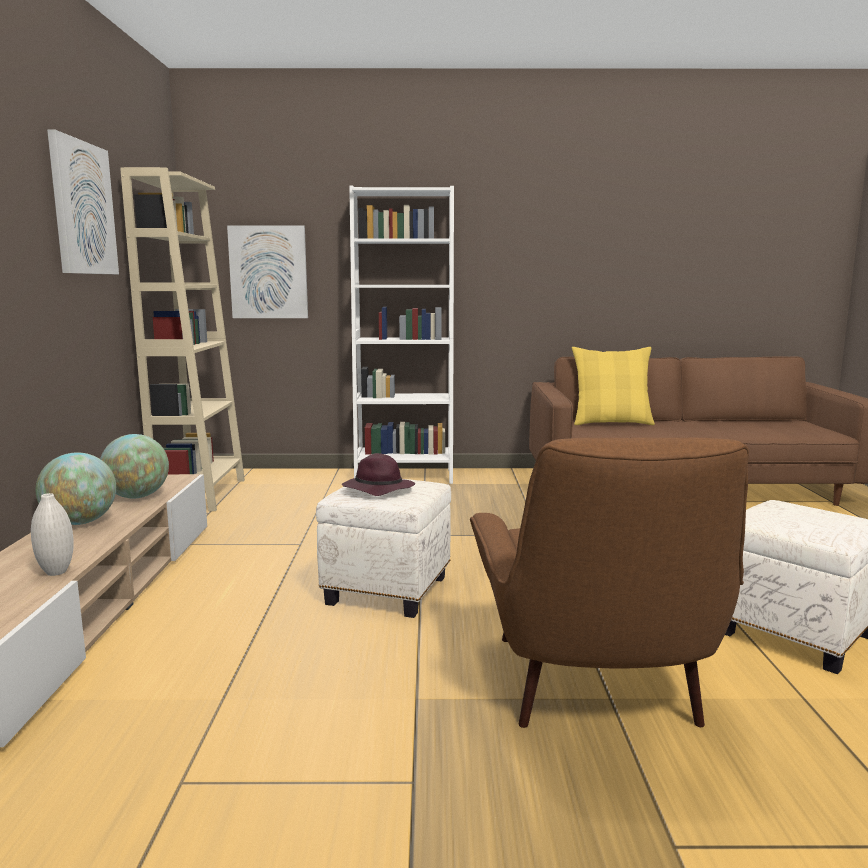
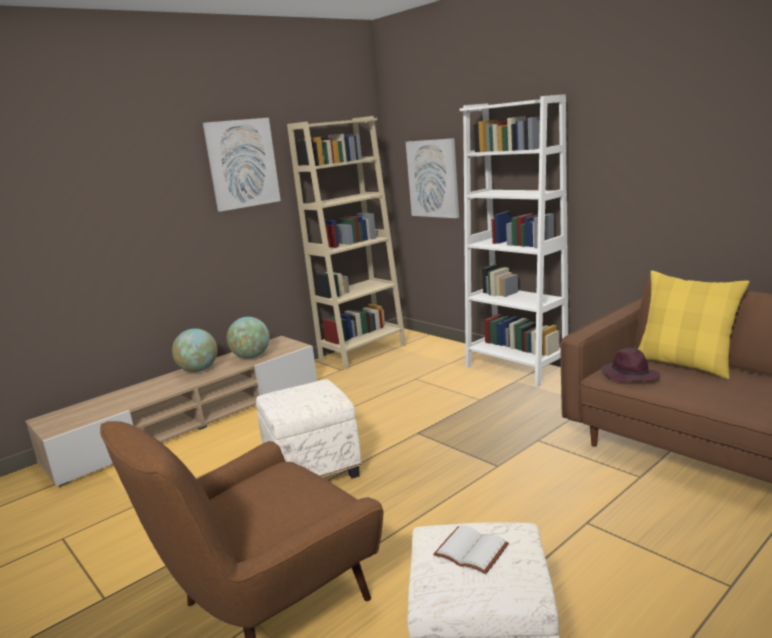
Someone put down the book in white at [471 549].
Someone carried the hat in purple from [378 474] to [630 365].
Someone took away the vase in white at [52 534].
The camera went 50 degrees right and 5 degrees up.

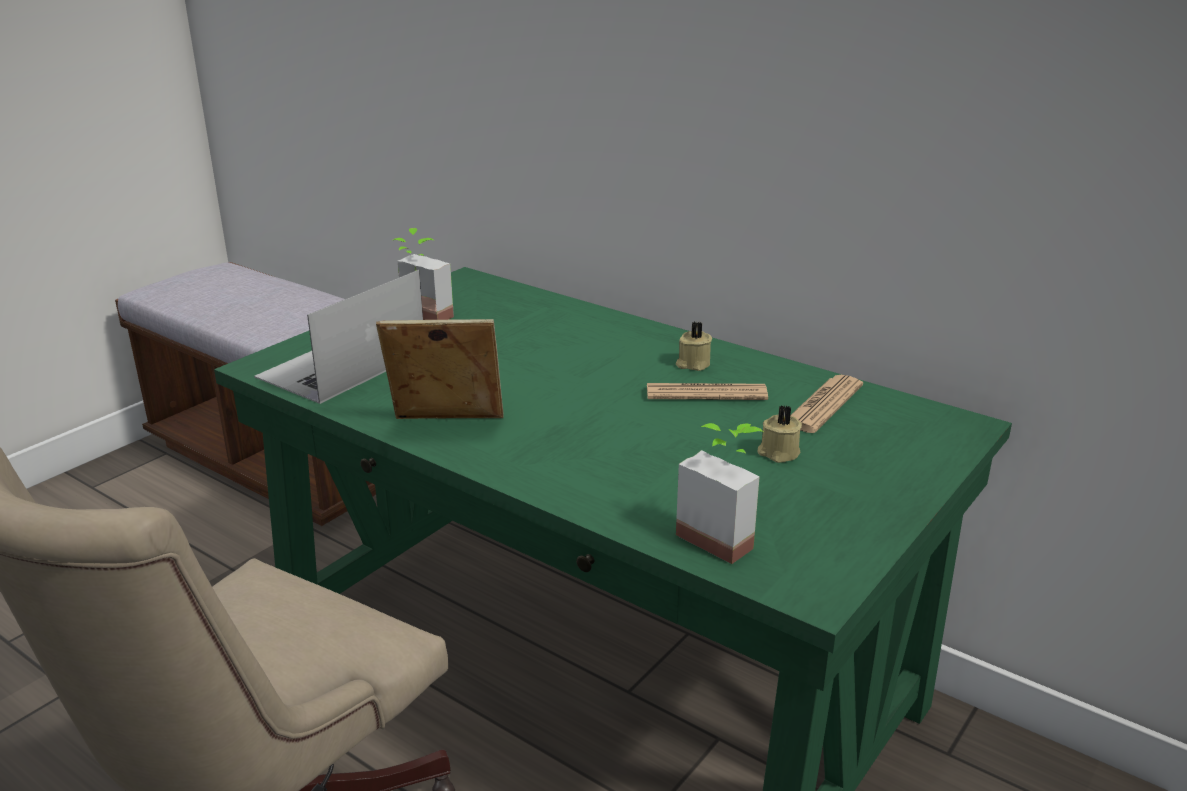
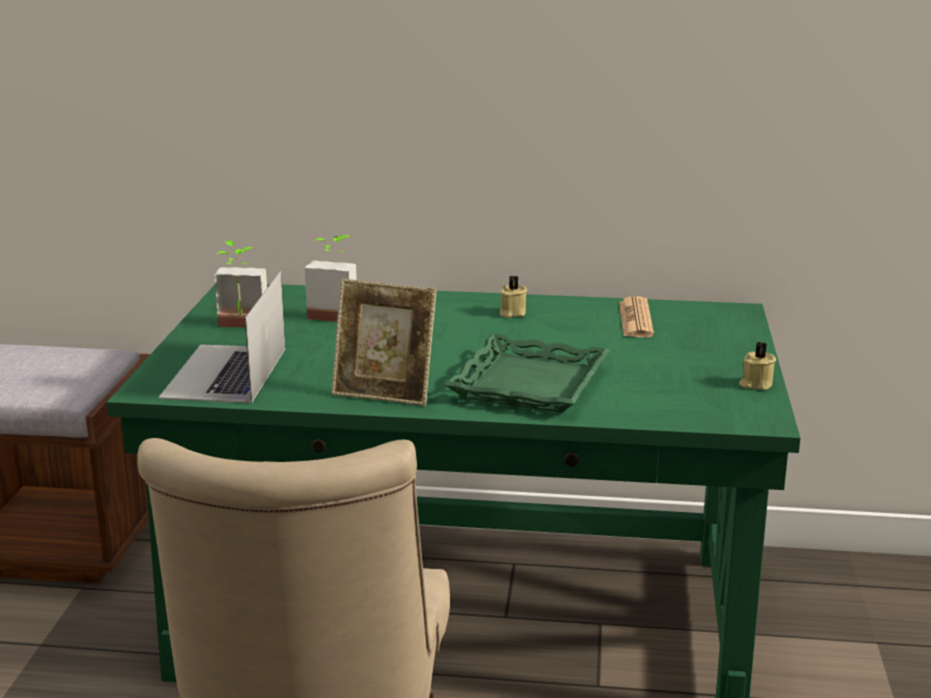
Someone carried the potted plant from [720 493] to [331 278].
Someone rotated the picture frame at [440 369] by 135 degrees counterclockwise.
Someone put down the tray in green at [527 373].
Someone carried the candle in beige from [780 434] to [757 366].
Someone took away the newspaper at [707 391].
The camera went 30 degrees left and 5 degrees down.

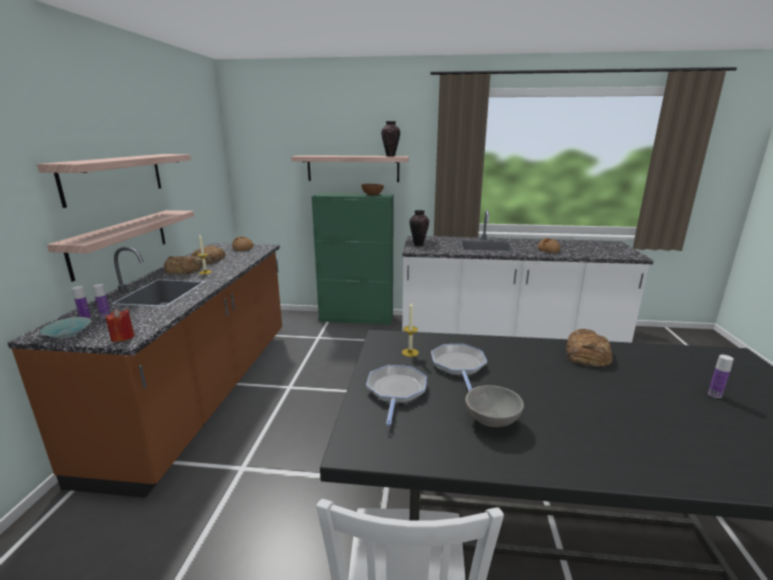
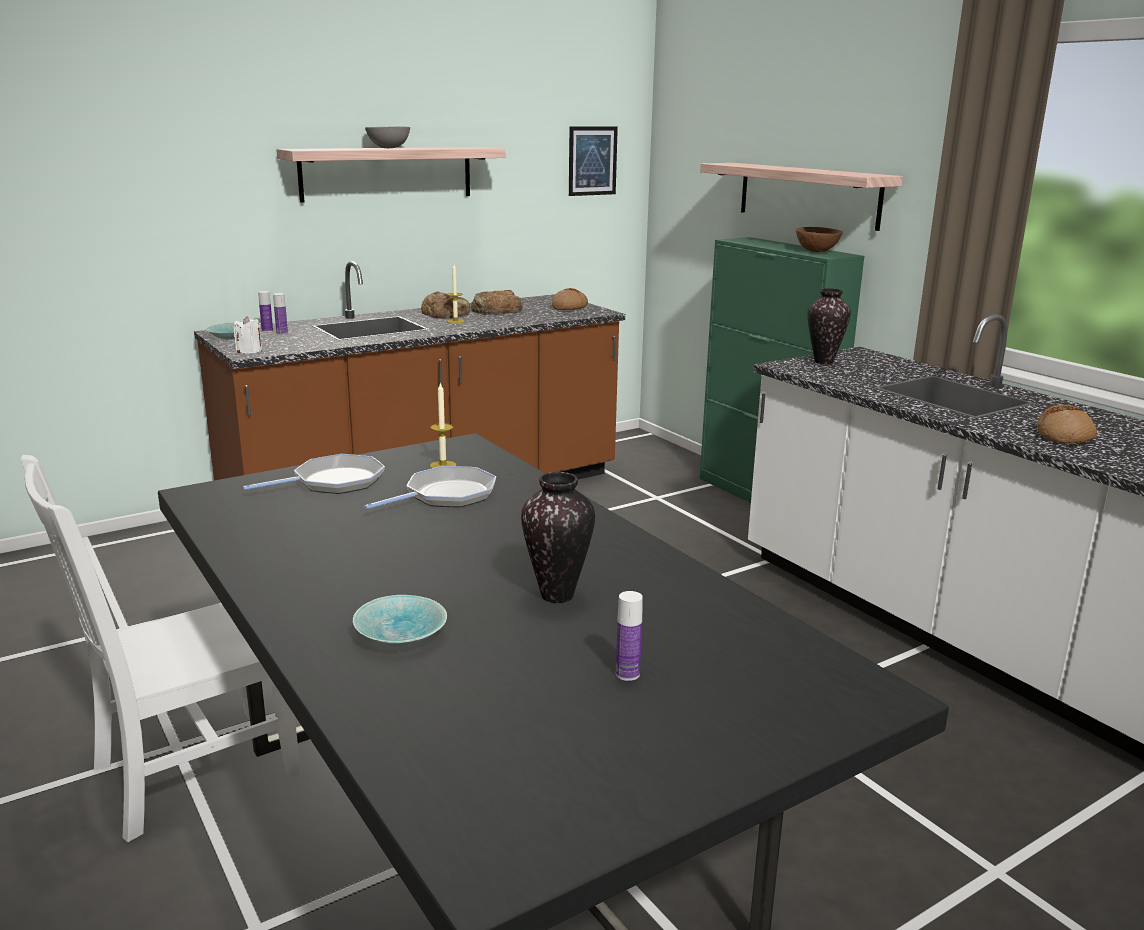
Someone repainted the candle in red at [120 325], which became the candle in white at [247 335].
Someone put down the bowl in turquoise at [400 620].
Someone carried the bowl in grey from [494 406] to [387 137].
Someone carried the vase from [390 139] to [558 537].
Someone put up the picture at [593 161].
Someone took away the shelf at [120 246].
Someone took away the bread at [589 348].
The camera went 50 degrees right and 0 degrees up.

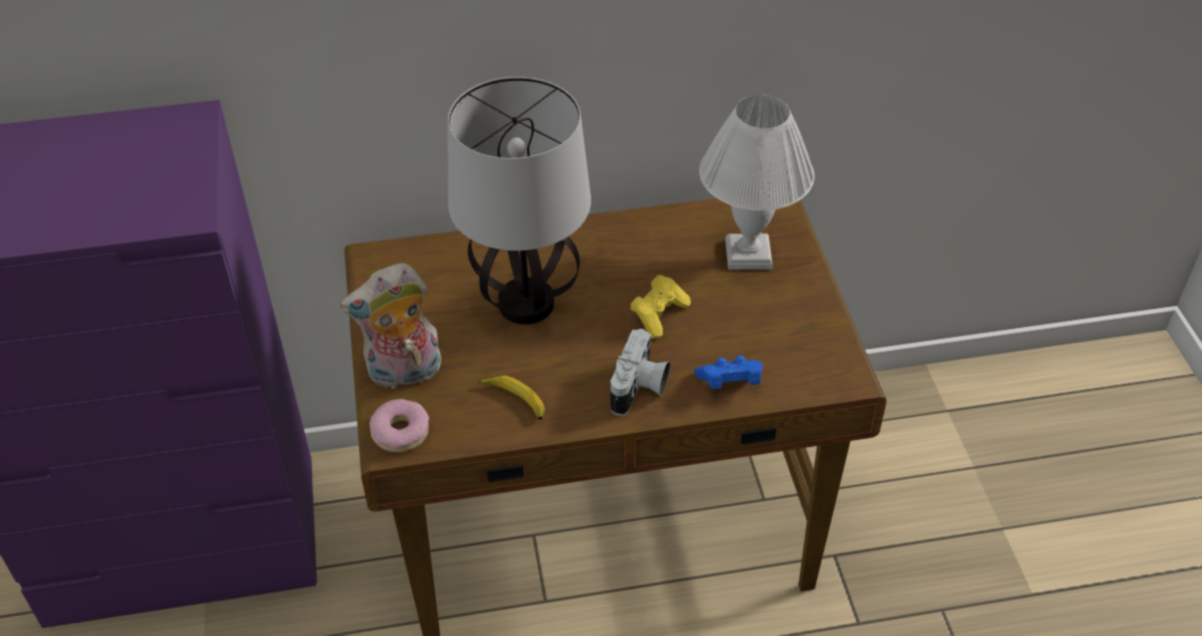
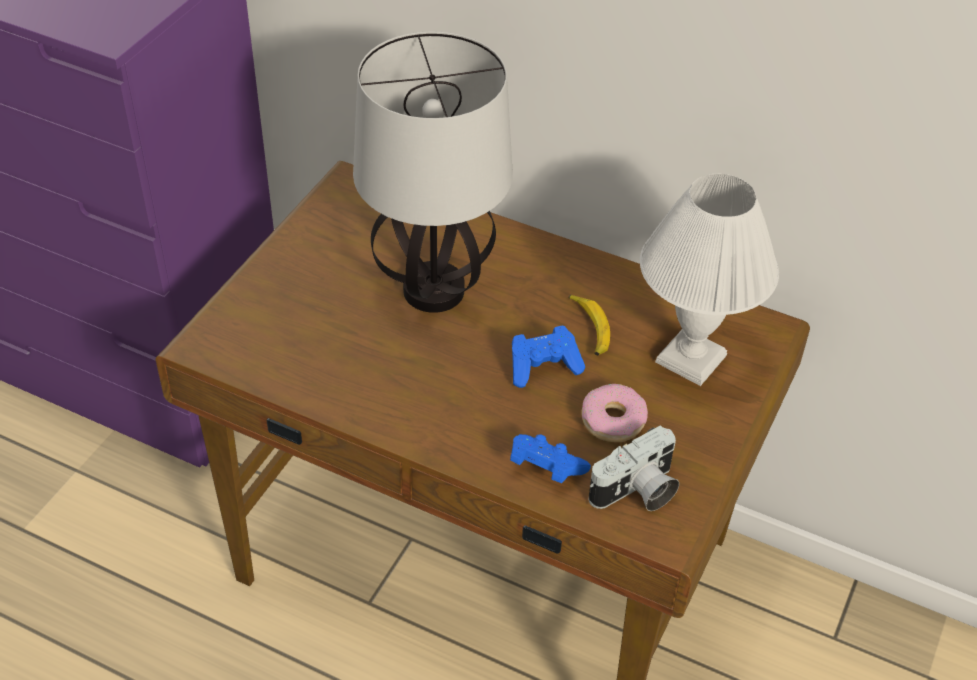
Someone repainted the game controller in yellow at [660 307], which became the game controller in blue at [548 357].
Someone carried the banana from [512 397] to [589 325].
Someone carried the donut from [399 426] to [614 413].
Someone carried the photo camera from [640 372] to [633 468].
Someone took away the plush toy at [390 326].
The camera went 35 degrees right and 0 degrees up.

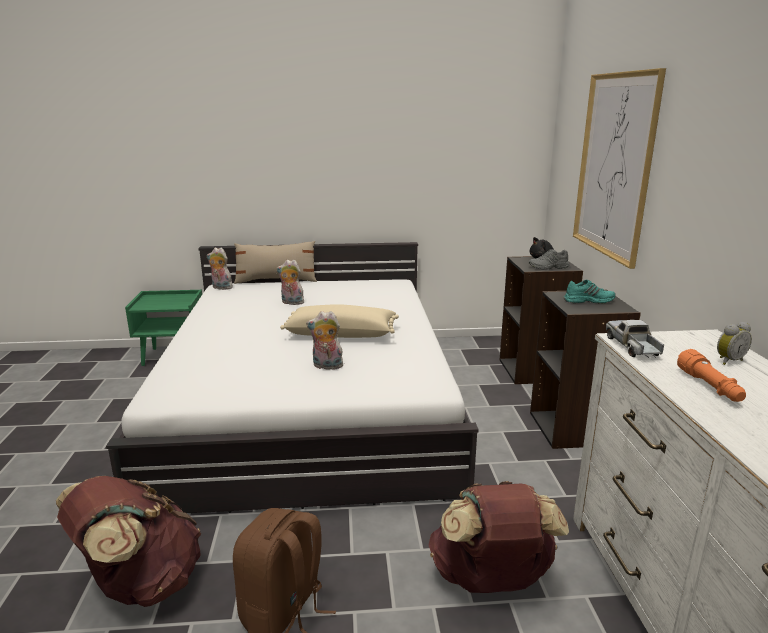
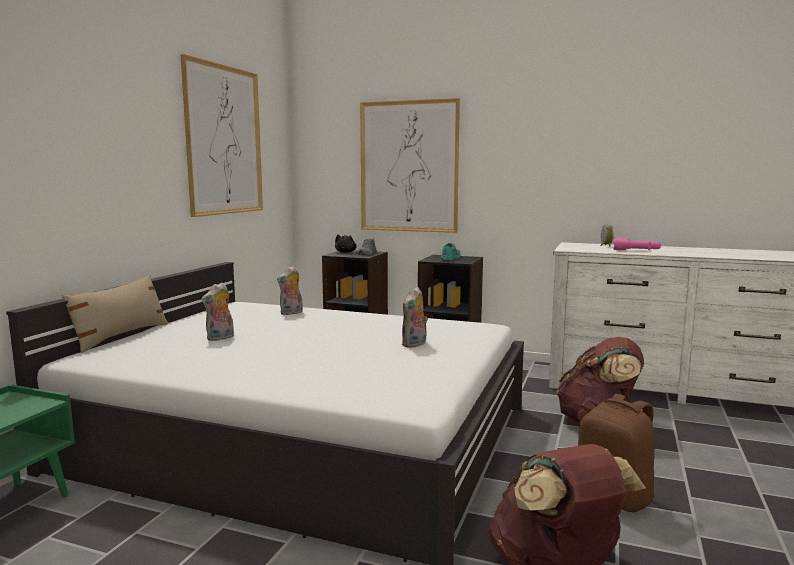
Someone put up the picture at [221 135].
Someone carried the plush toy from [220 268] to [290 290].
Someone repainted the flashlight in orange at [711 375], which became the flashlight in pink at [637 244].
Someone took away the pillow in beige at [339 321].
Someone took away the toy truck at [635 339].
The camera went 65 degrees left and 10 degrees down.

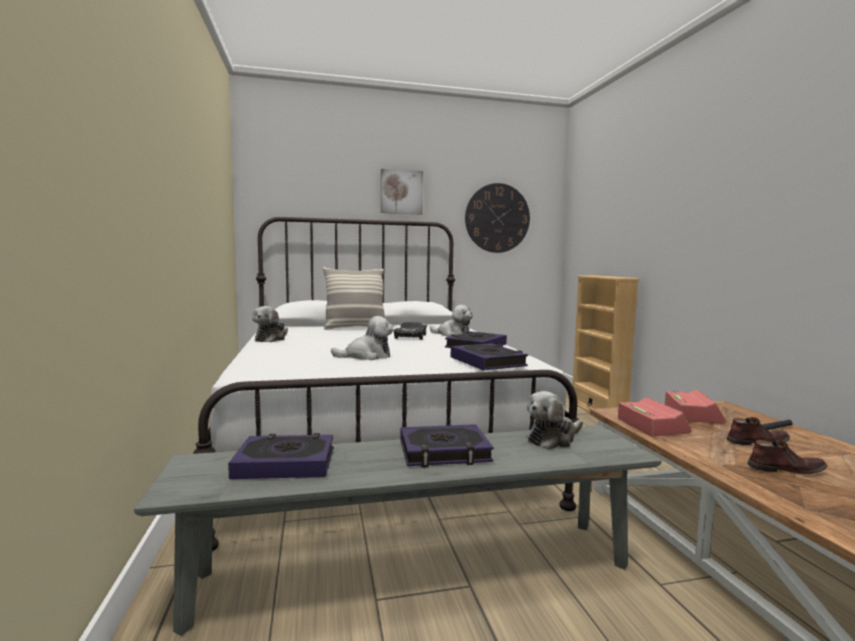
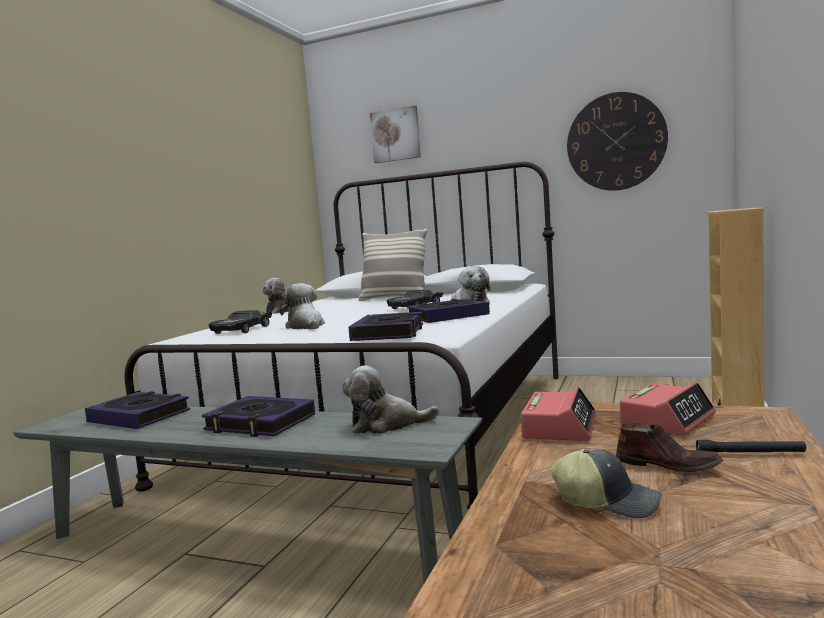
Someone put down the toy car in black at [240 322].
Someone rotated the plush toy at [362 338] by 135 degrees counterclockwise.
Someone carried the picture from [402 192] to [395 134].
Someone swapped the shoe in brown at [787 457] for the cap at [606 483].
The camera went 35 degrees right and 0 degrees up.

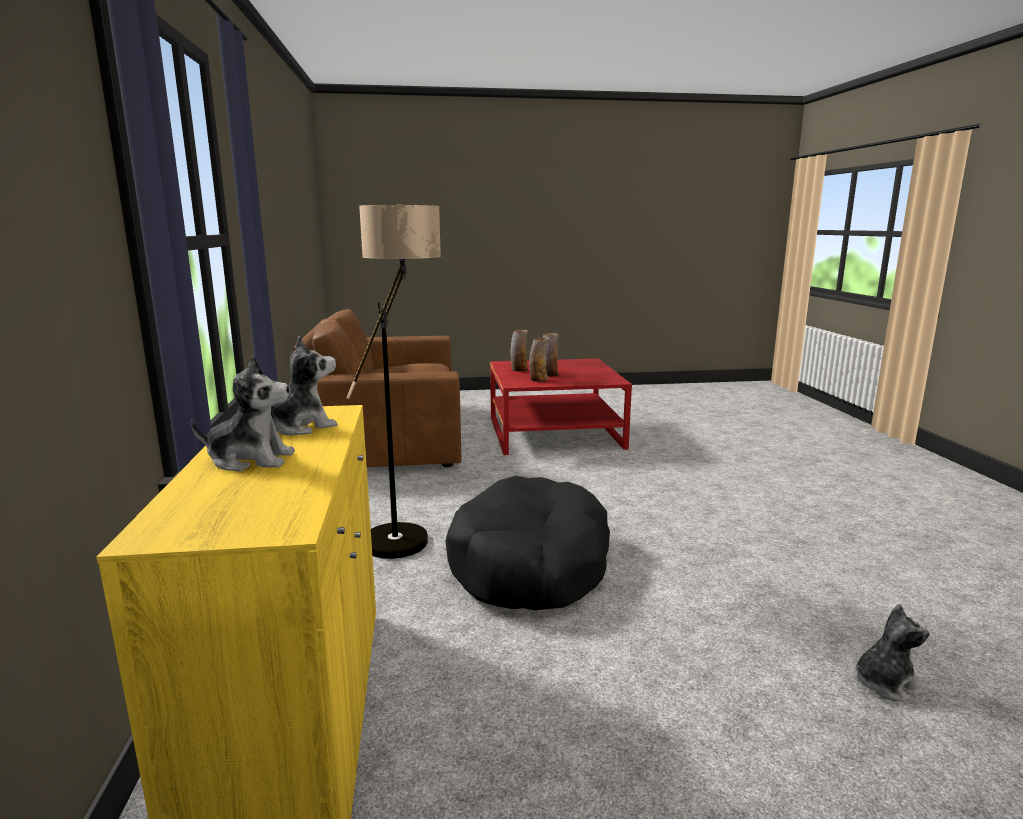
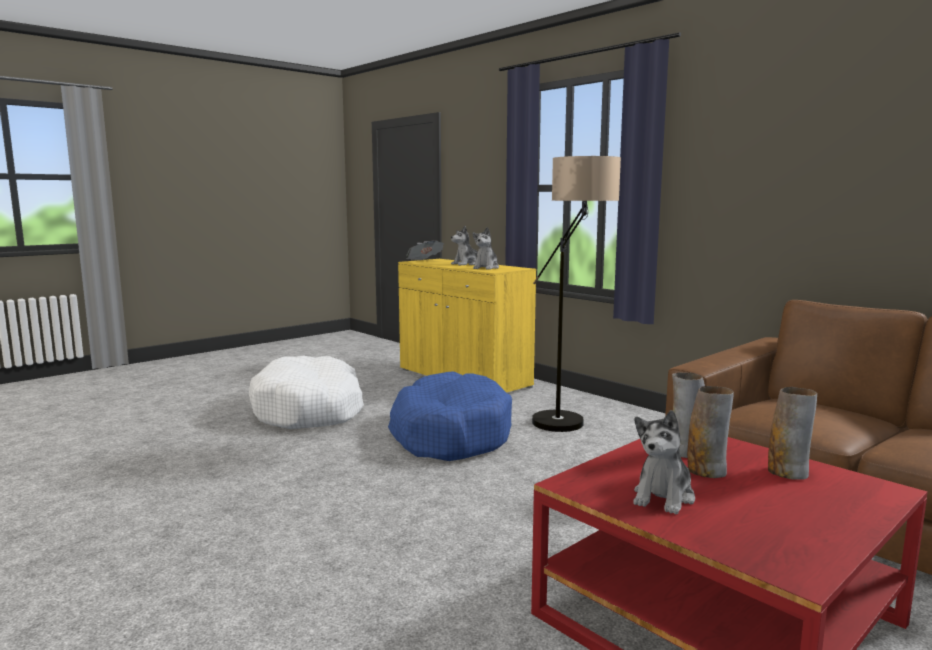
Someone put down the dog bed in white at [306 392].
Someone repainted the dog bed in black at [527 543], which became the dog bed in blue at [450 416].
Someone put down the newspaper at [425 250].
Someone carried the plush toy from [892 652] to [664 462].
The camera went 145 degrees right and 5 degrees down.

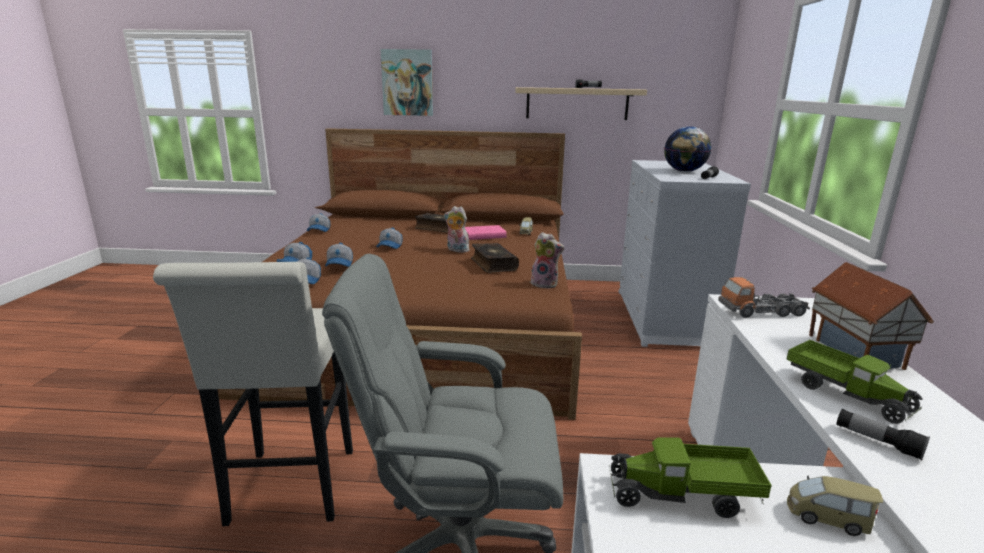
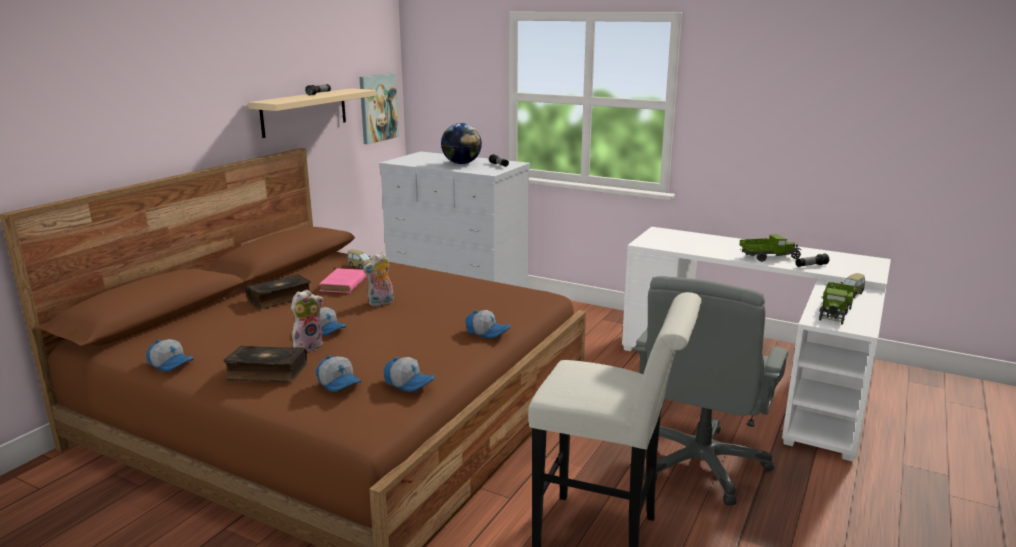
Someone carried the book from [495 258] to [265 363].
Someone carried the plush toy from [547 260] to [307 321].
Someone carried the picture from [407 82] to [379 108].
Someone carried the cap from [339 255] to [487 324].
Someone took away the toy truck at [764 297].
Someone took away the toy house at [871 316].
The camera went 65 degrees left and 0 degrees up.

